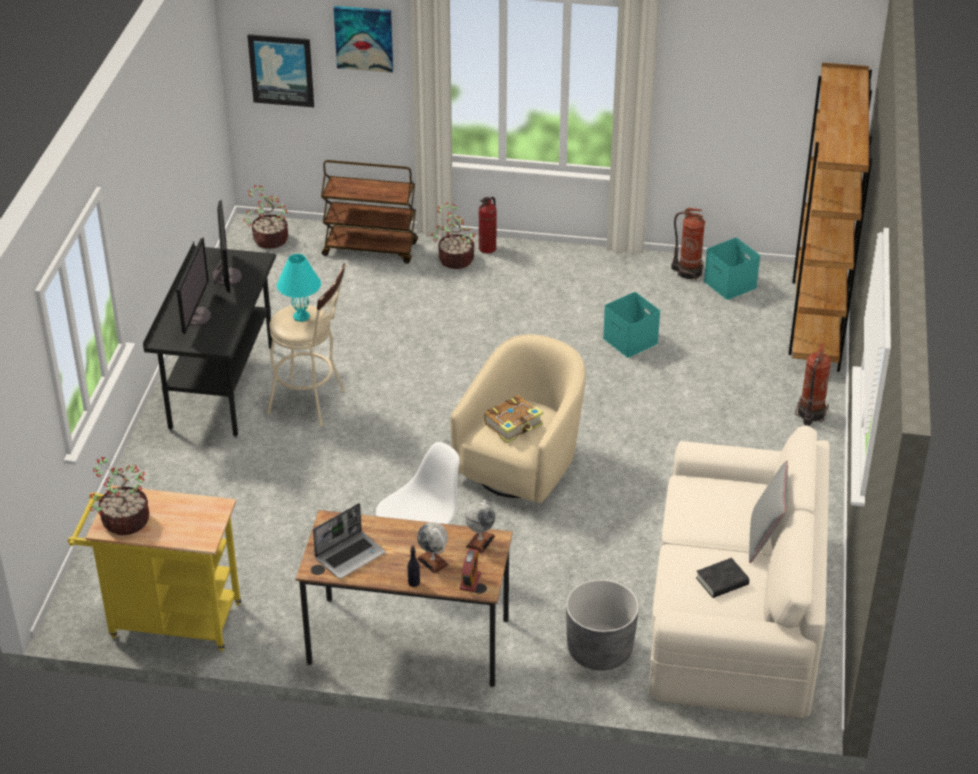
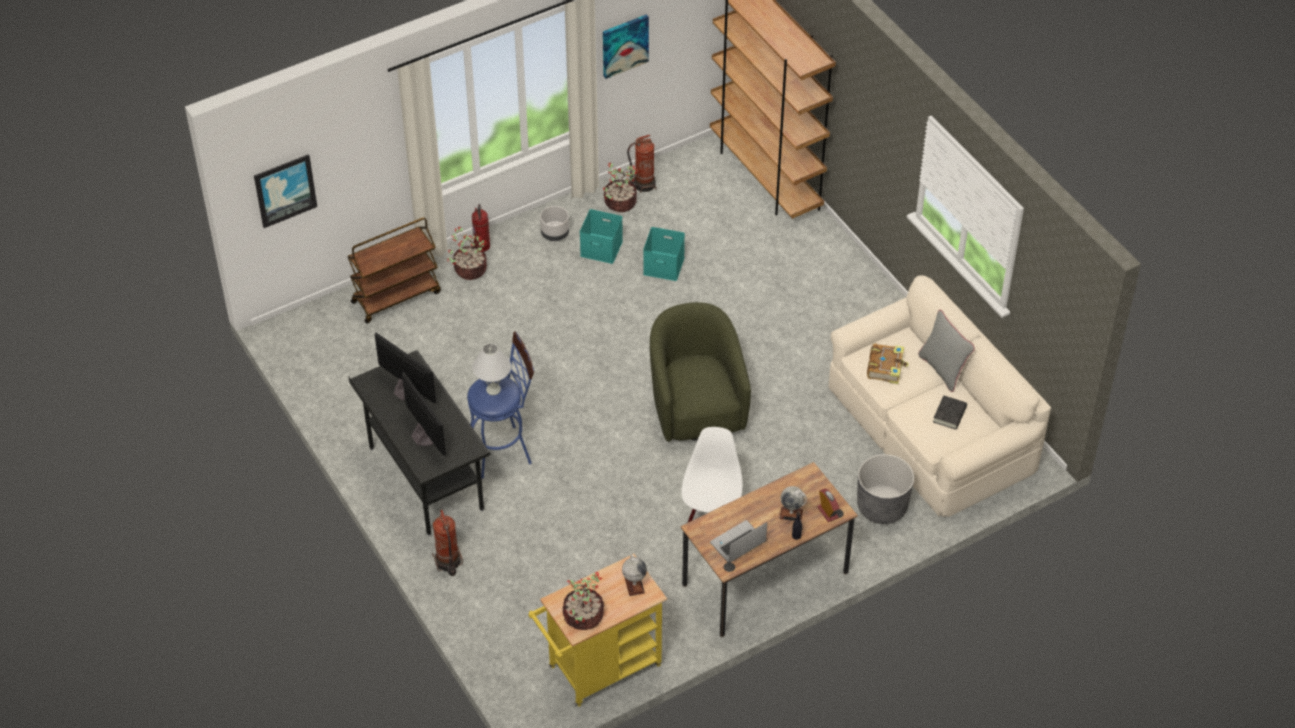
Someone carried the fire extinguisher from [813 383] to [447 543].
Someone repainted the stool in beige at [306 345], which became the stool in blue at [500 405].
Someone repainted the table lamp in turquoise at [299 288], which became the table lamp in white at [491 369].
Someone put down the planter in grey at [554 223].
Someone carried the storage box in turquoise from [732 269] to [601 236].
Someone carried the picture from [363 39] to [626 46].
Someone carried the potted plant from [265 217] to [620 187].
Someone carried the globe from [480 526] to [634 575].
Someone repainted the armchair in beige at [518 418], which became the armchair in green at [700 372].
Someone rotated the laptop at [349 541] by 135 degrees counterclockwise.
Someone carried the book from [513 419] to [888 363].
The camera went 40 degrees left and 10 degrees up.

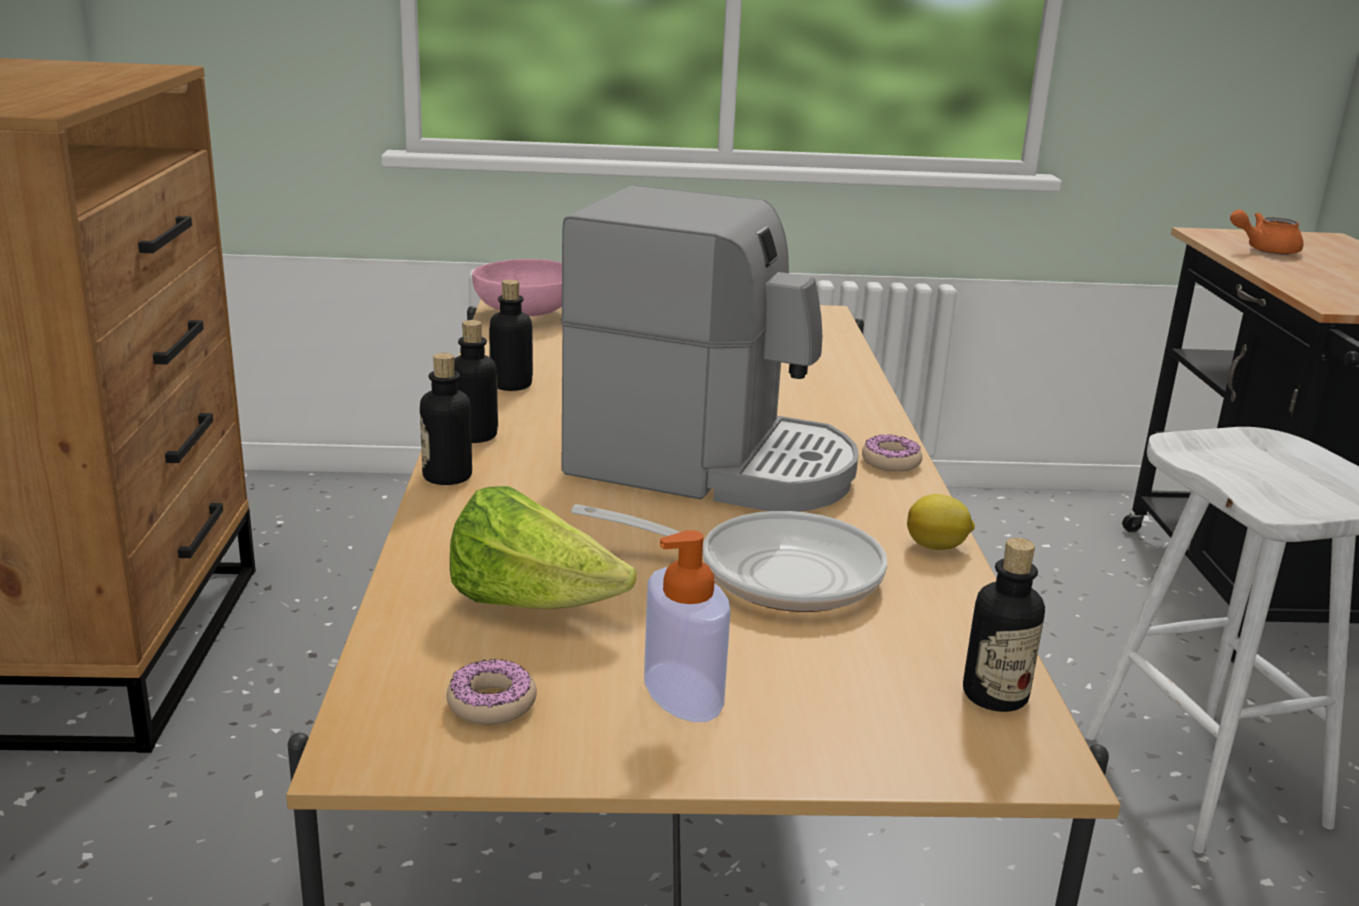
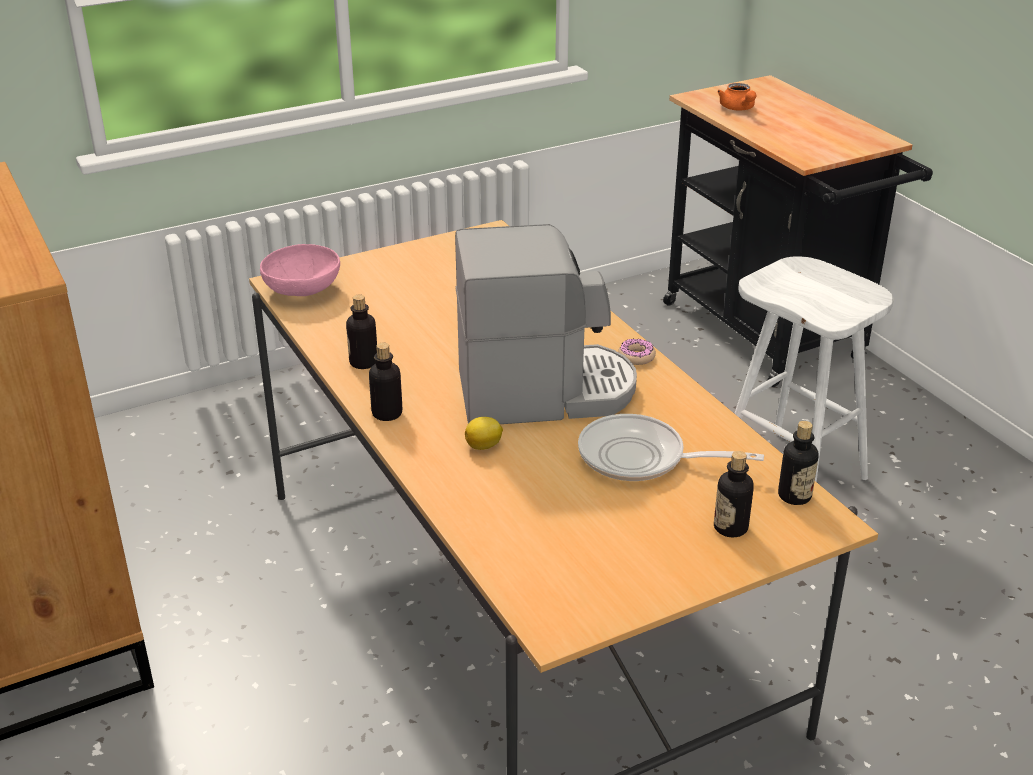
Someone carried the lemon from [941 522] to [484 433].
Someone rotated the frying pan at [729 558] by 150 degrees counterclockwise.
Someone carried the bottle from [446 419] to [734 494].
Someone rotated the teapot in orange at [1266 232] by 75 degrees counterclockwise.
Someone took away the donut at [491 692].
Someone took away the lettuce at [543 547].
Someone took away the soap dispenser at [687 626].
The camera went 25 degrees left and 10 degrees up.

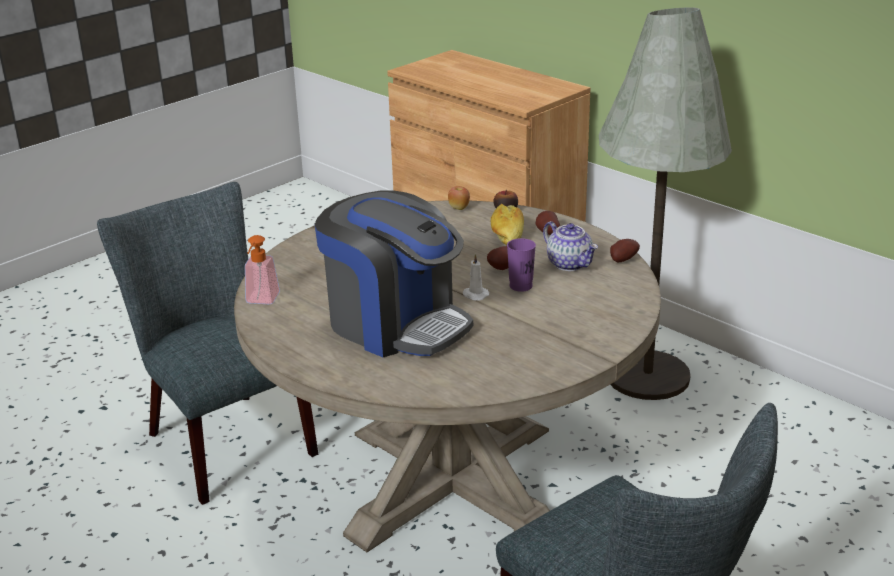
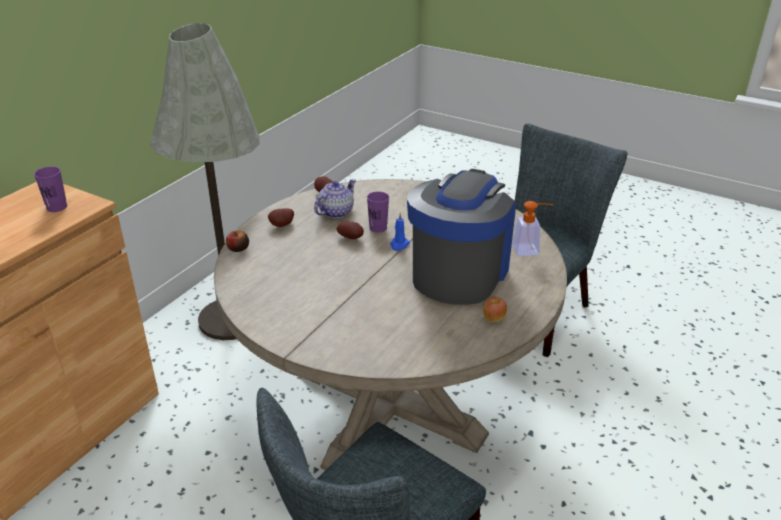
Someone put down the cup in purple at [50 189].
Someone repainted the candle in white at [476 277], which became the candle in blue at [400 232].
Someone carried the apple from [459 198] to [495 309].
Someone carried the soap dispenser from [262 269] to [533 228].
Someone took away the bread at [507 224].
The camera went 105 degrees left and 5 degrees up.

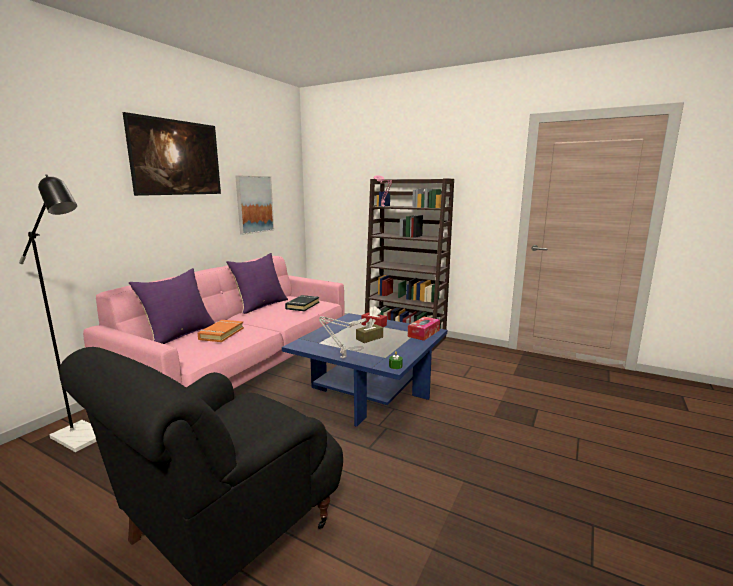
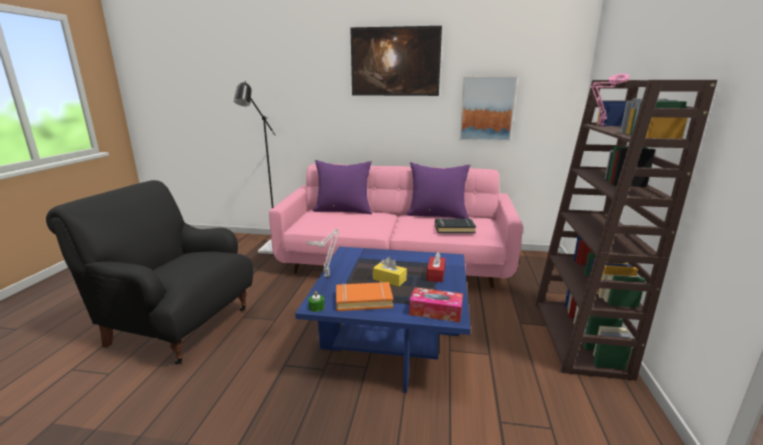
Someone carried the book in orange from [221 331] to [364 296].
Someone repainted the tissue box in brown at [369 330], which became the tissue box in yellow at [390 272].
The camera went 70 degrees right and 5 degrees up.

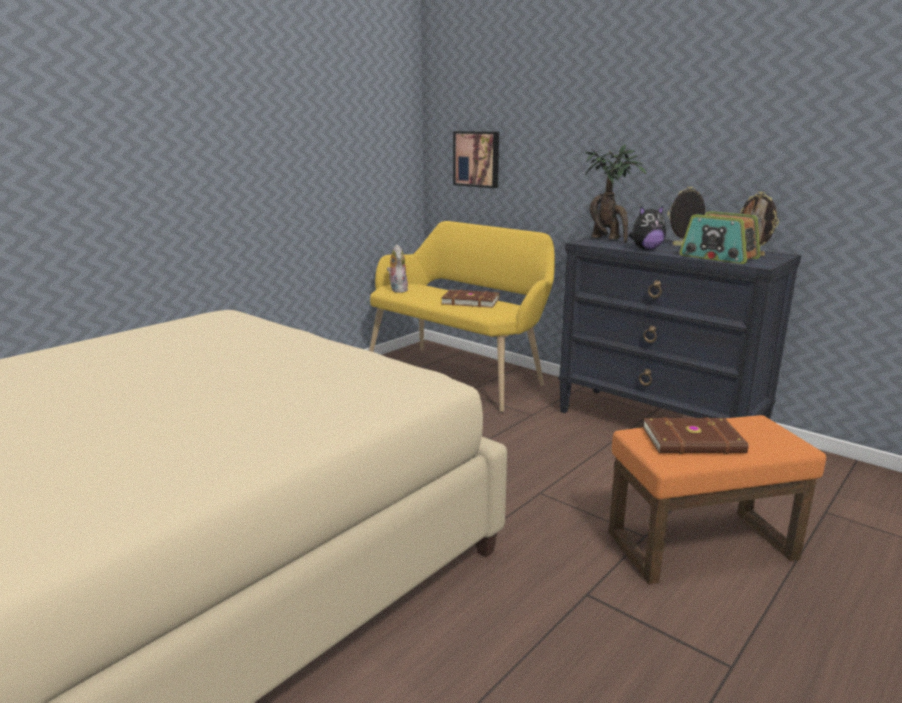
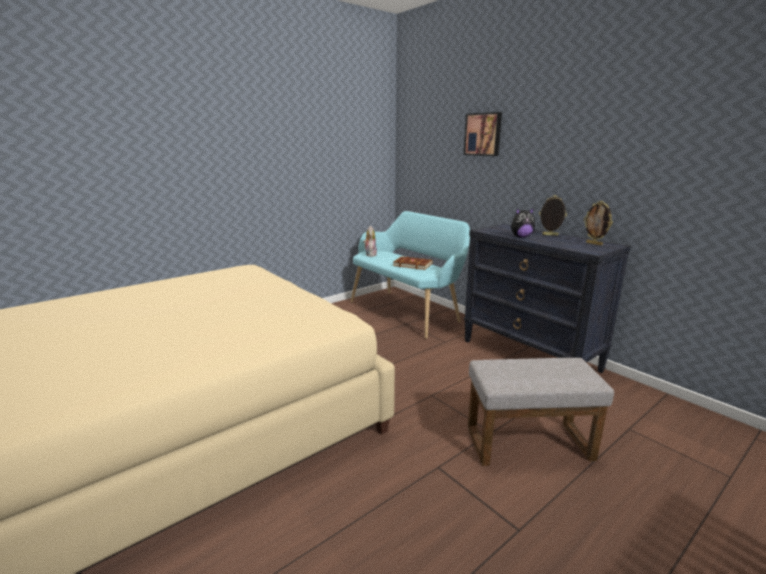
Someone repainted the bench in yellow at [462 316], which became the bench in turquoise at [410 275].
Someone carried the picture from [476 159] to [483 134].
Someone repainted the ottoman in orange at [717 499], which became the ottoman in grey at [541 412].
Someone took away the potted plant at [615 193].
Someone took away the book in brown at [695 435].
Someone took away the radio at [719 237].
The camera went 10 degrees right and 0 degrees up.

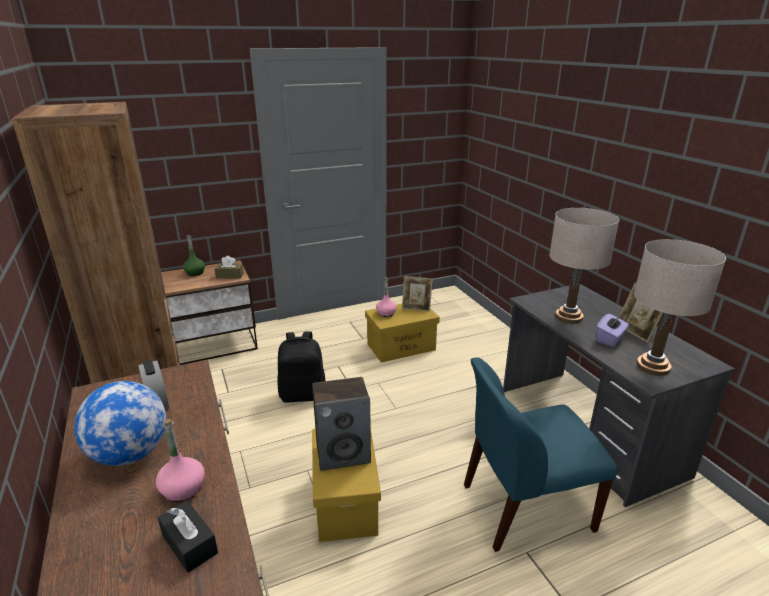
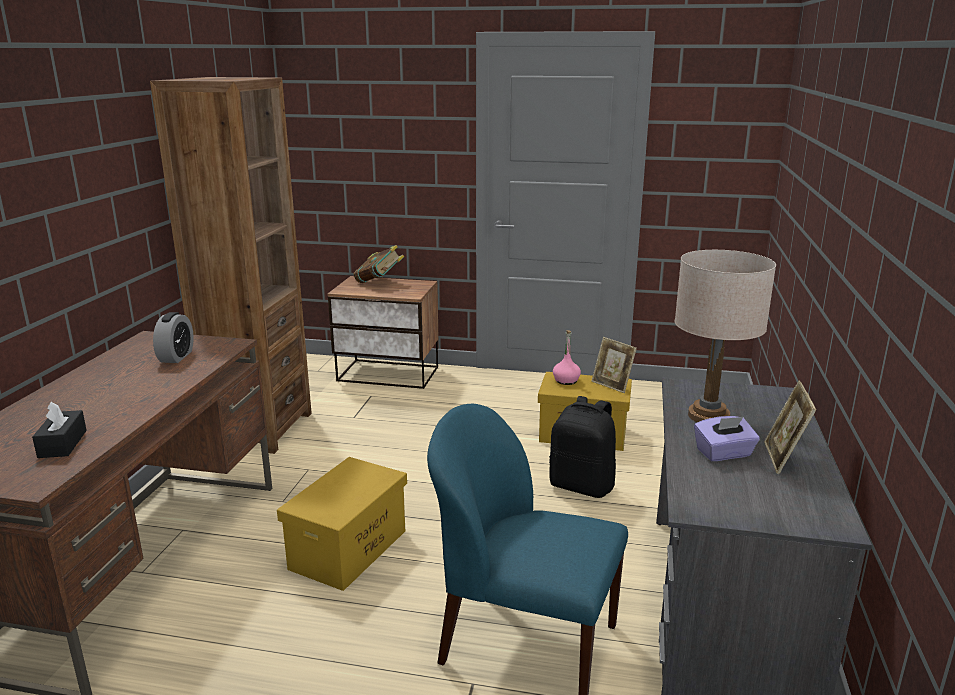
Someone swapped the bottle in green at [194 255] for the book at [379 264].
Someone carried the backpack in black from [301 367] to [582 447].
Someone took away the globe at [120 423].
Someone took away the bottle in pink at [180 460].
Someone took away the tissue box in brown at [229 267].
Someone took away the speaker at [341 424].
Someone took away the table lamp in beige at [680 307].
The camera went 35 degrees right and 5 degrees down.

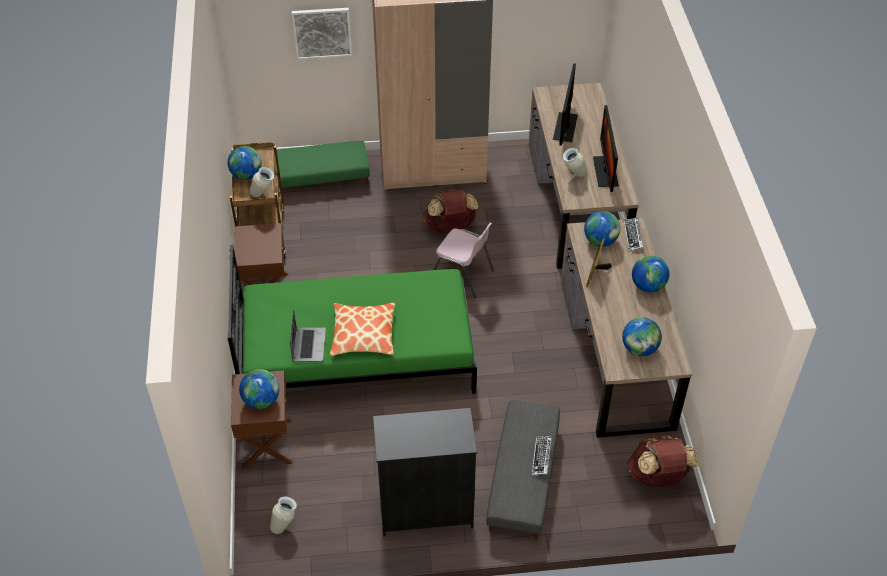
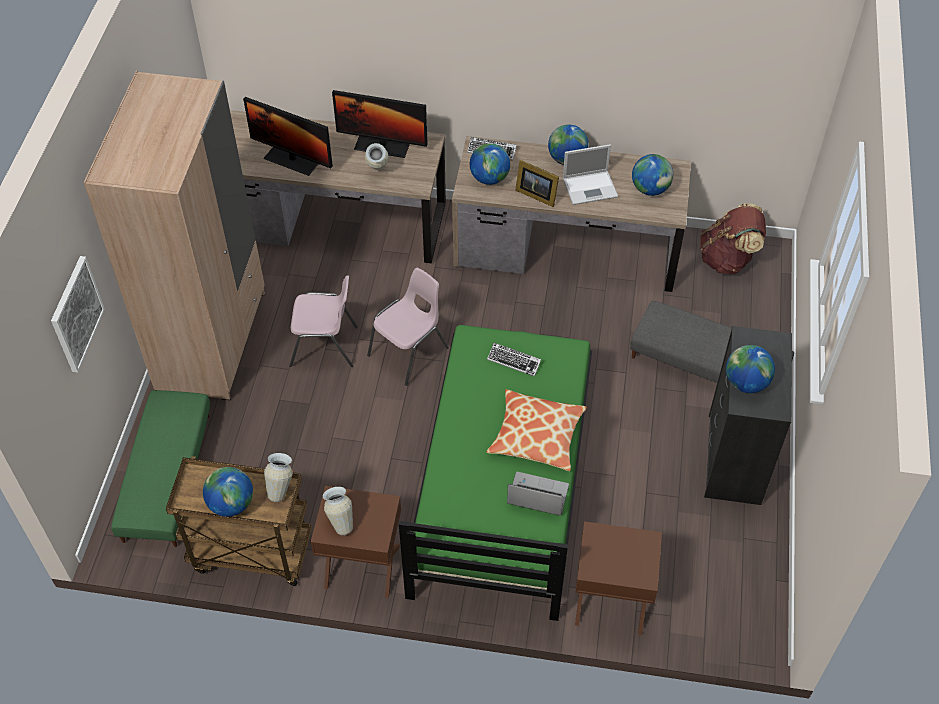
Someone swapped the backpack in brown at [450 211] for the chair in pink at [323 321].
Someone carried the vase from [283 515] to [338 511].
Someone carried the keyboard from [542 455] to [514 360].
Someone put down the laptop at [590 174].
Someone carried the globe from [259 389] to [750 369].
The camera went 75 degrees left and 5 degrees up.

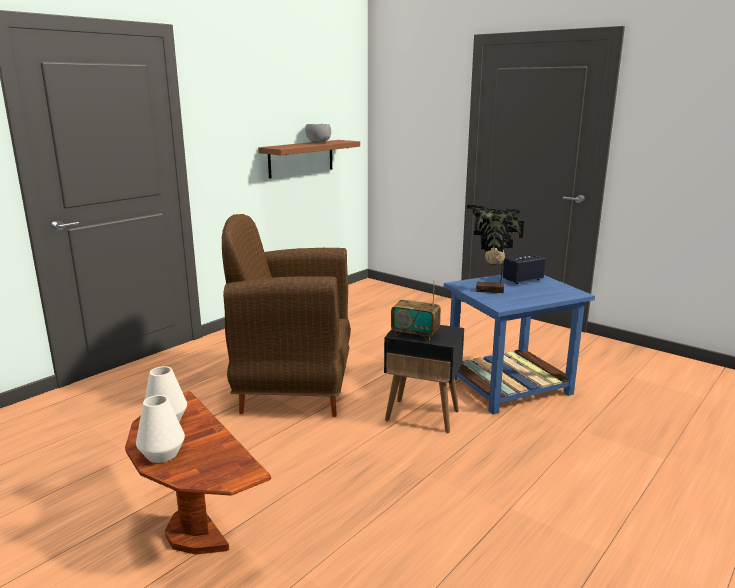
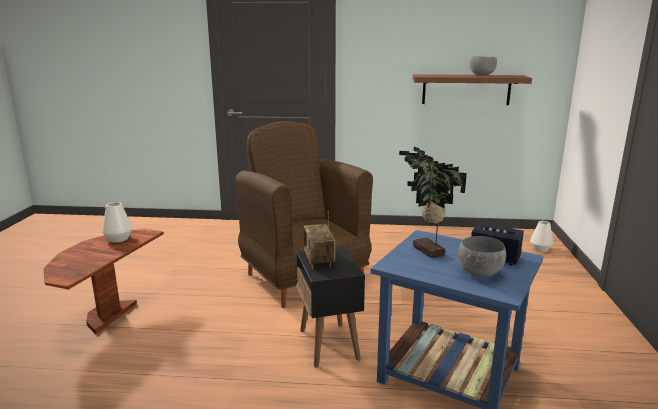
Someone put down the bowl in grey at [482 256].
Someone carried the vase in white from [160 429] to [541 236].
The camera went 55 degrees right and 0 degrees up.

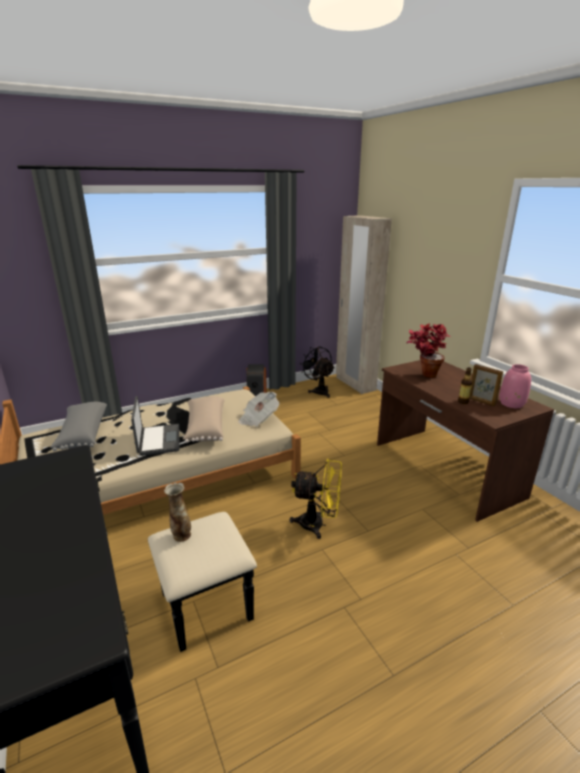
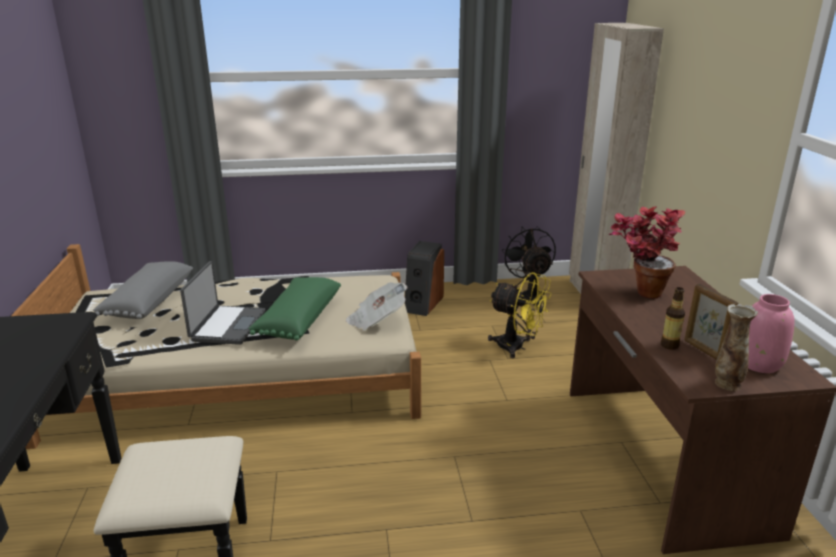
Someone repainted the pillow in beige at [203 419], which became the pillow in green at [294 309].
Someone carried the fan in yellow from [316 499] to [520 315].
Someone carried the vase from [177 512] to [736 347].
The camera went 20 degrees right and 0 degrees up.

